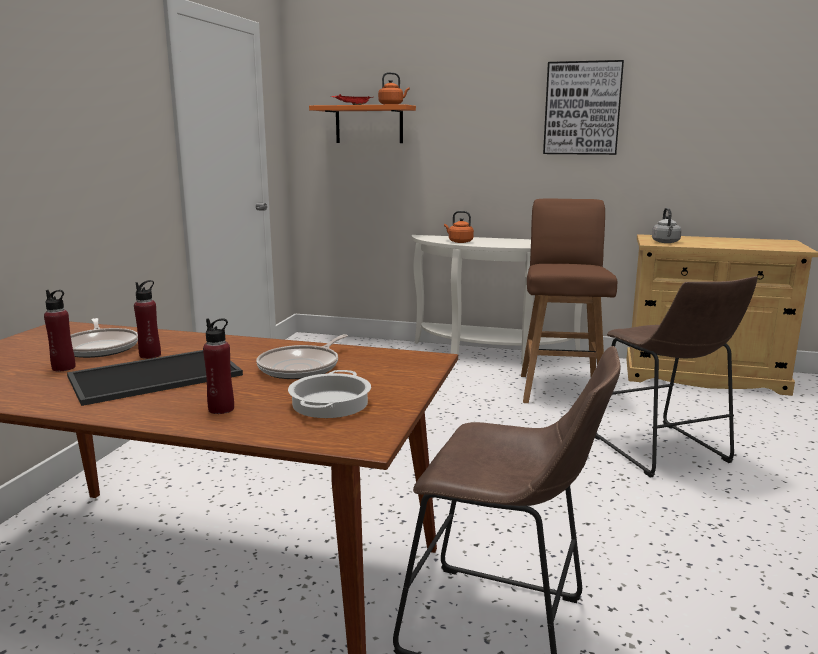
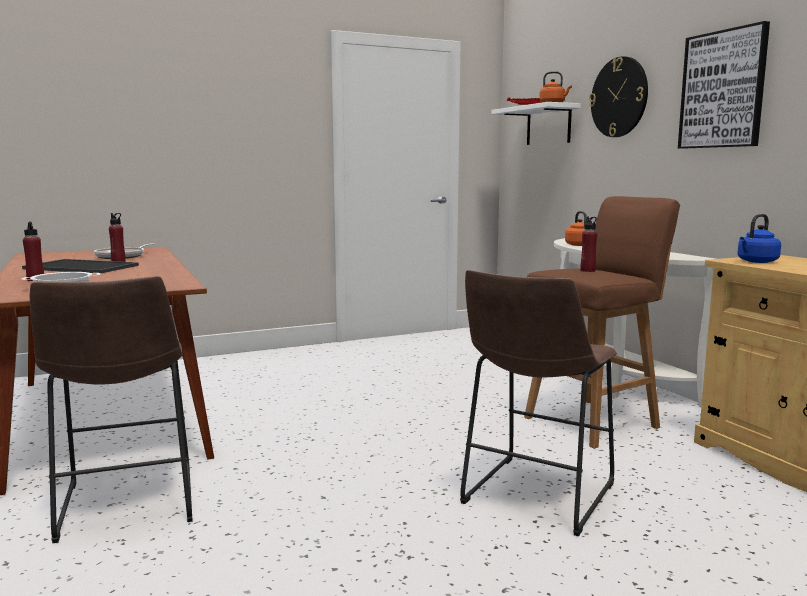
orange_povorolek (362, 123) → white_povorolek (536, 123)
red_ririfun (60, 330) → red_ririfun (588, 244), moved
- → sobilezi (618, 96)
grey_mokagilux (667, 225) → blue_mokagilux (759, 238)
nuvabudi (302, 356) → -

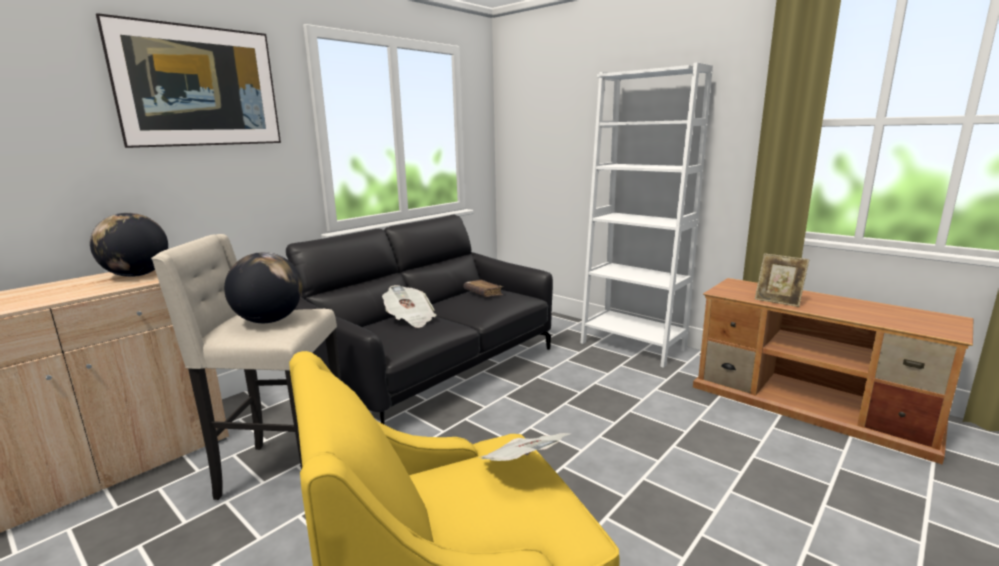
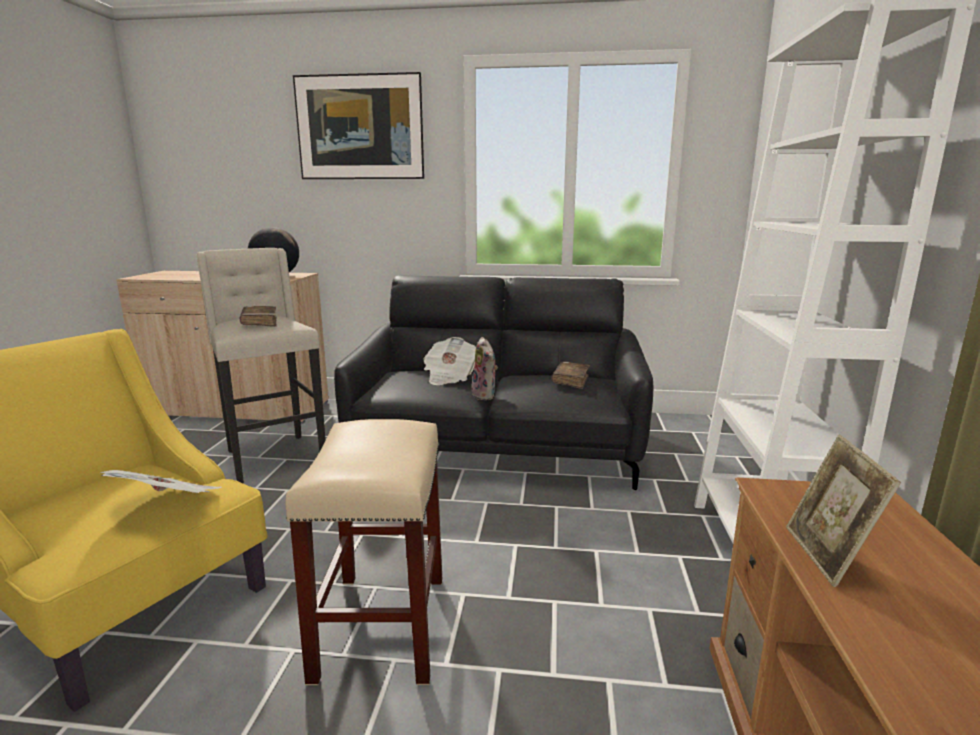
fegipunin (263, 287) → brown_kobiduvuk (258, 316)
- → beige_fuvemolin (363, 552)
- → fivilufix (484, 368)

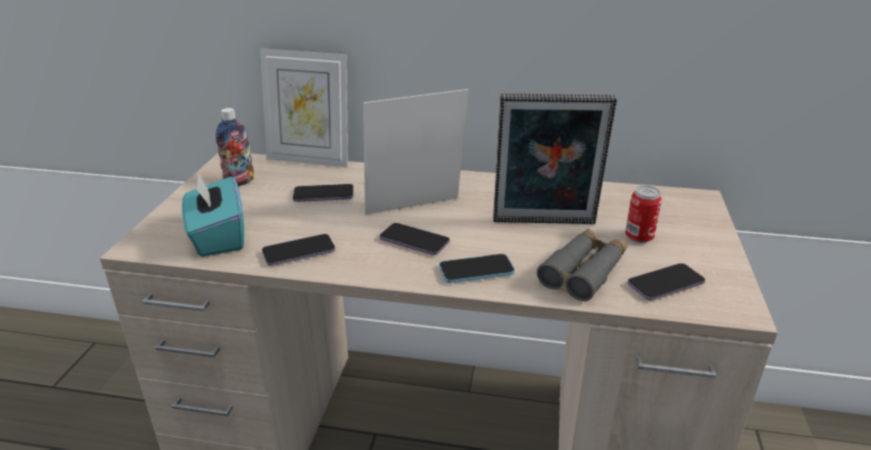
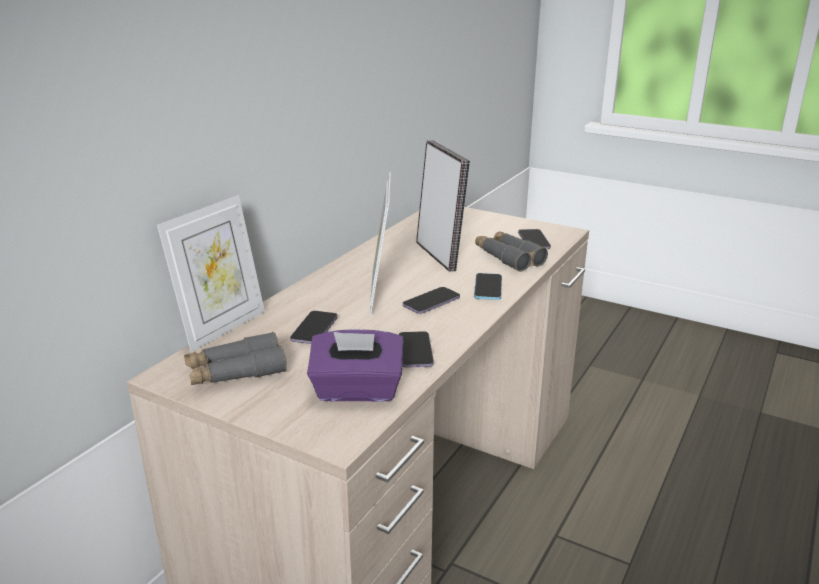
ririfun (235, 147) → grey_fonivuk (235, 358)
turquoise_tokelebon (213, 215) → purple_tokelebon (355, 365)
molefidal (555, 159) → molefidal (443, 206), 45 degrees counterclockwise
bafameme (643, 214) → -

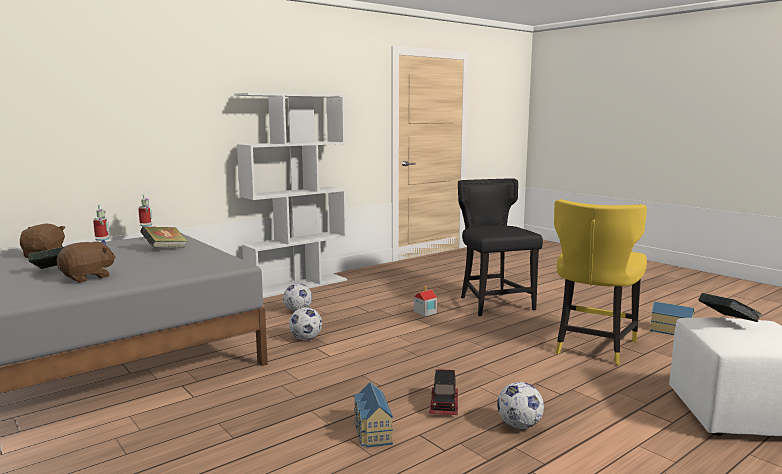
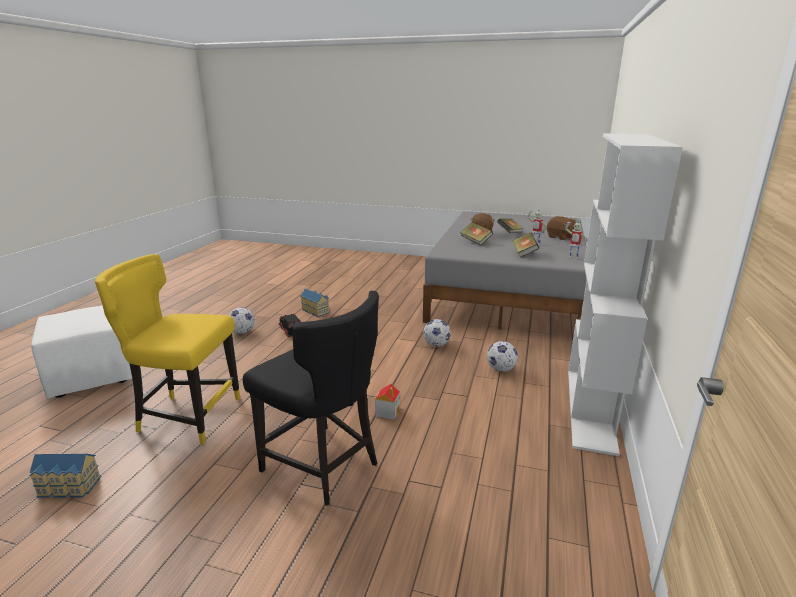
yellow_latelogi (600, 282) → yellow_latelogi (167, 349), 75 degrees counterclockwise
kobiduvuk (730, 307) → kobiduvuk (476, 234), moved

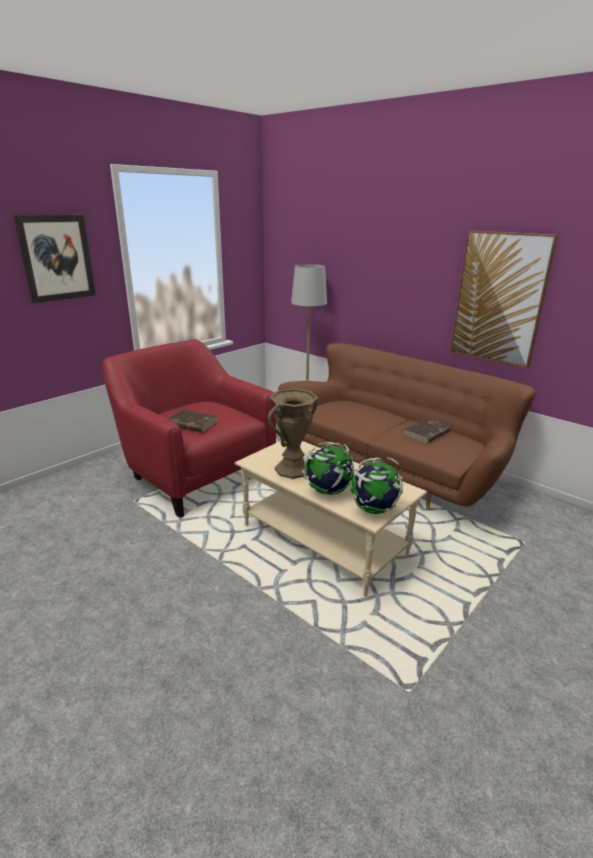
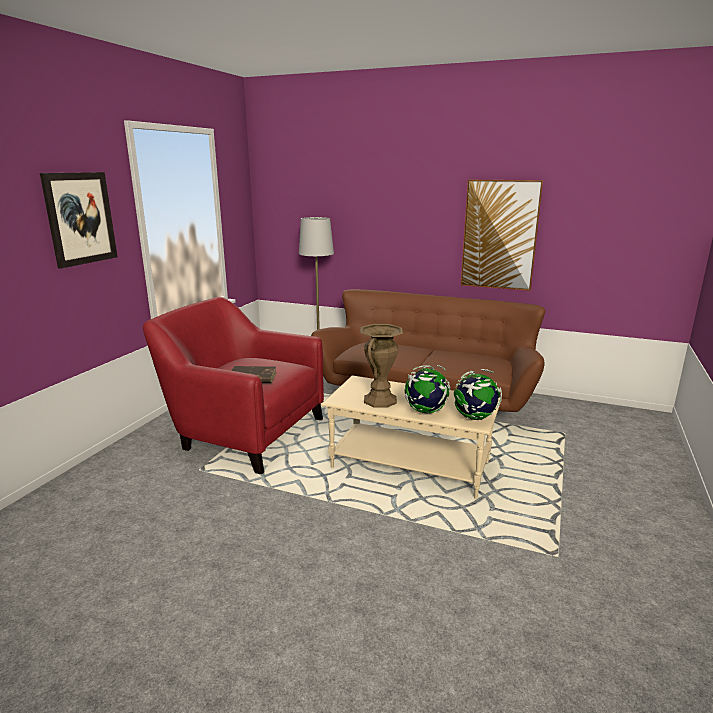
brown_kobiduvuk (427, 431) → -

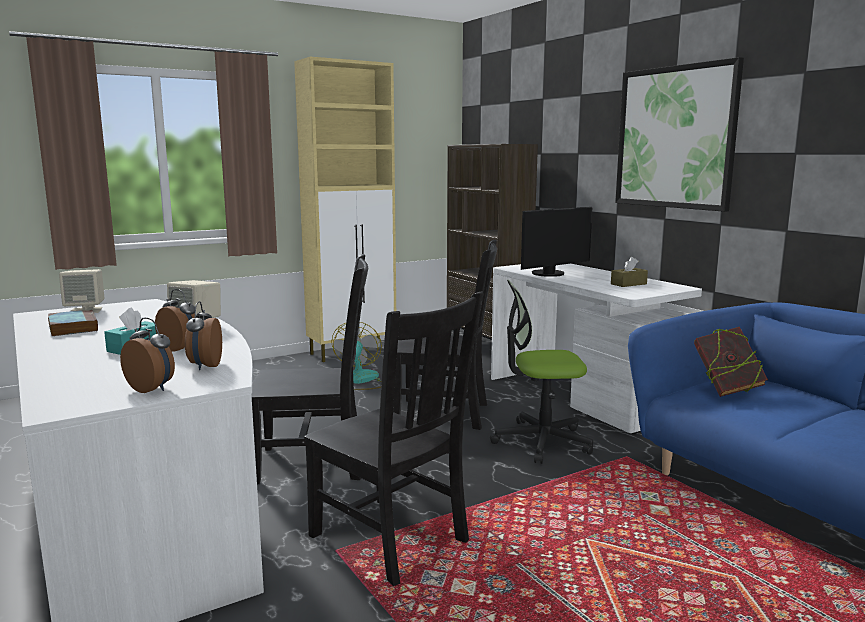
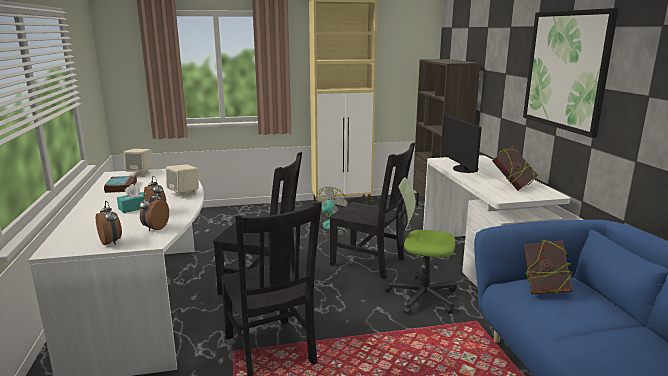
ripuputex (556, 242) → ripuputex (461, 144), 90 degrees clockwise
brown_tokelebon (629, 272) → kobiduvuk (515, 168)

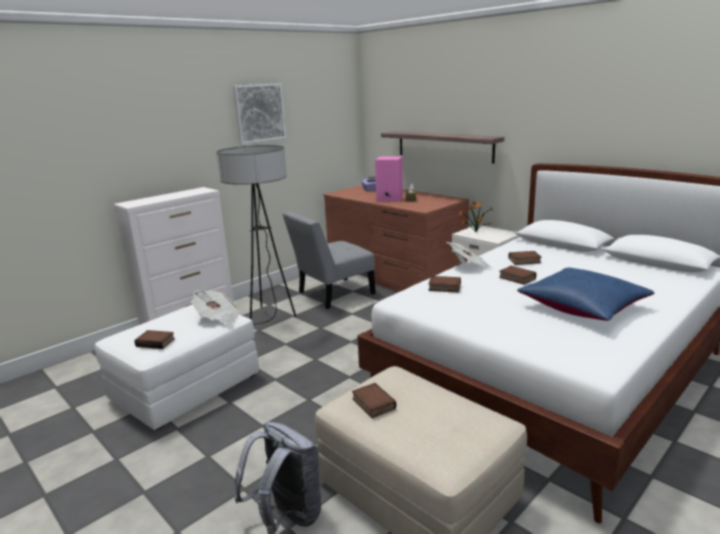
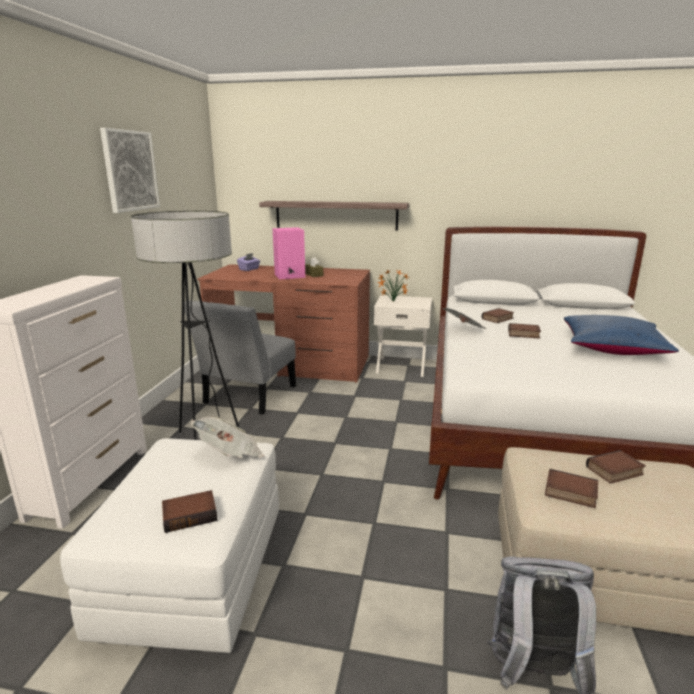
kobiduvuk (444, 284) → kobiduvuk (616, 467), moved

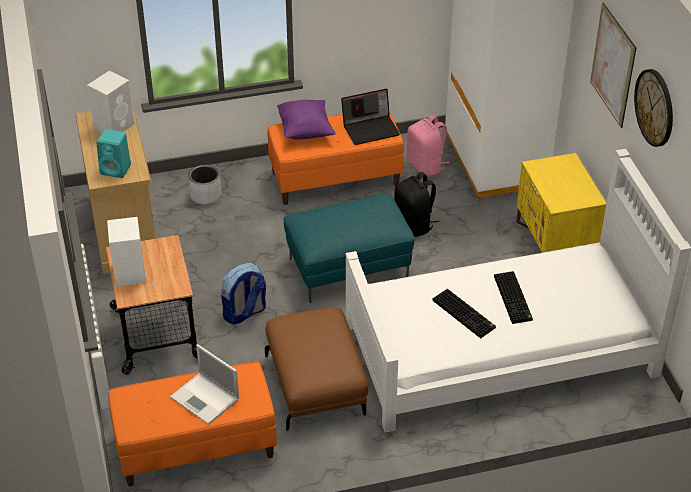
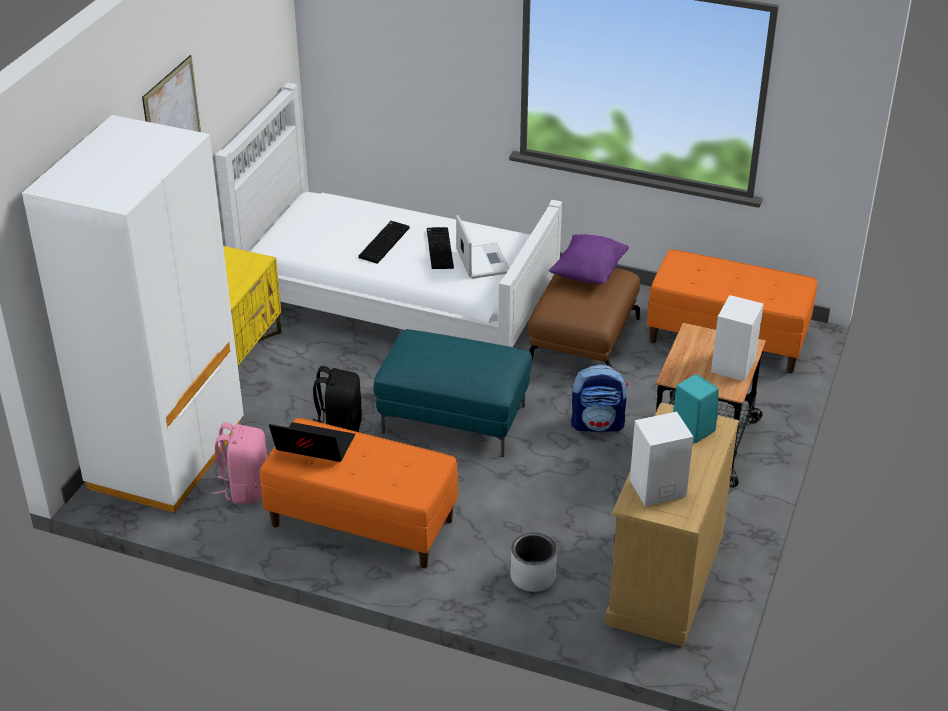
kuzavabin (204, 384) → kuzavabin (482, 247), moved
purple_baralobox (306, 120) → purple_baralobox (589, 259), moved
sobilezi (653, 108) → -

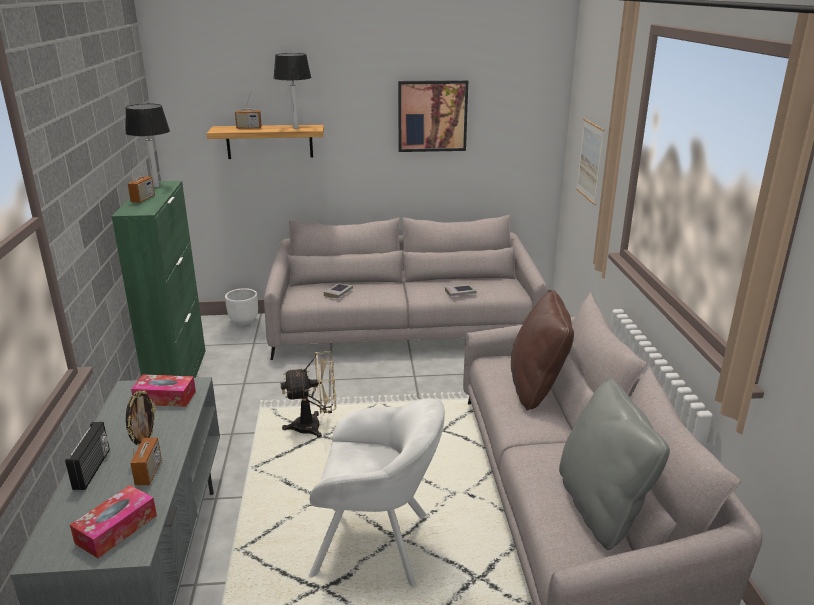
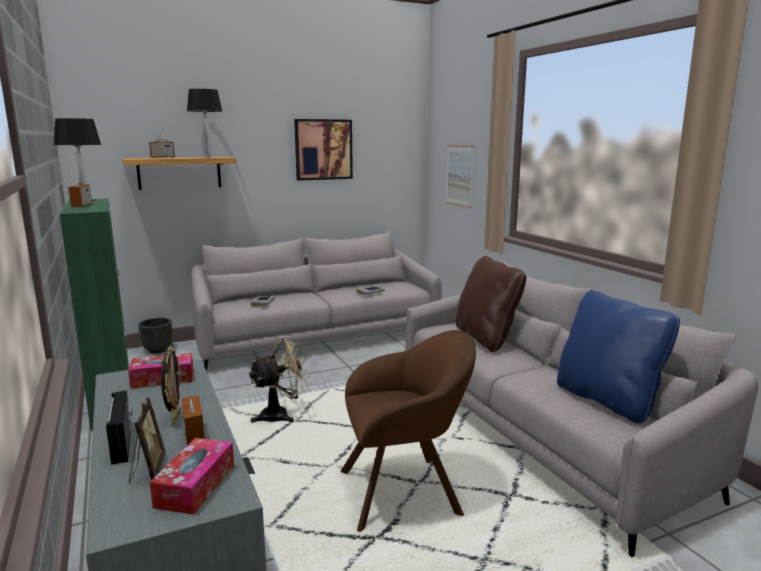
- → molefidal (147, 440)
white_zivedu (241, 307) → black_zivedu (155, 336)
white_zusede (377, 493) → brown_zusede (408, 431)
grey_baralobox (614, 464) → blue_baralobox (618, 357)

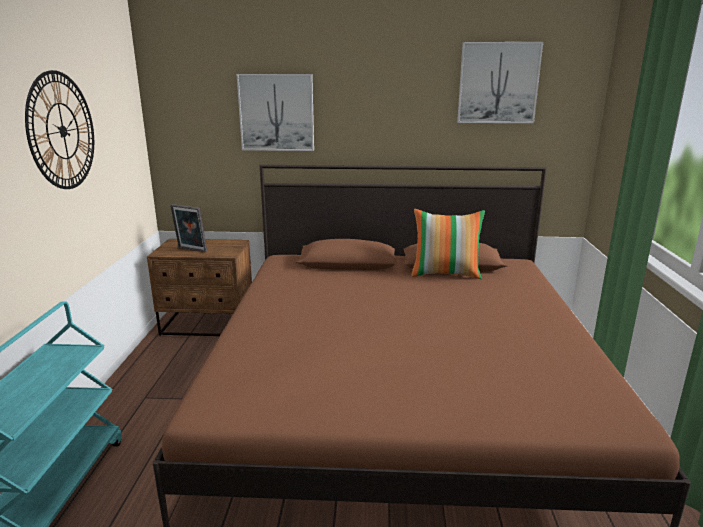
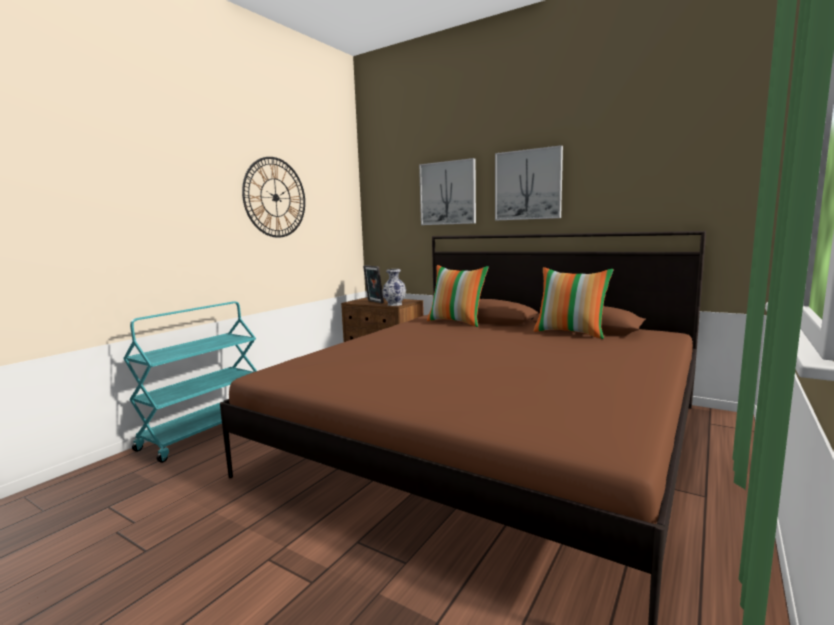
- → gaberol (394, 287)
- → baralobox (458, 296)
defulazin (500, 82) → defulazin (529, 183), moved

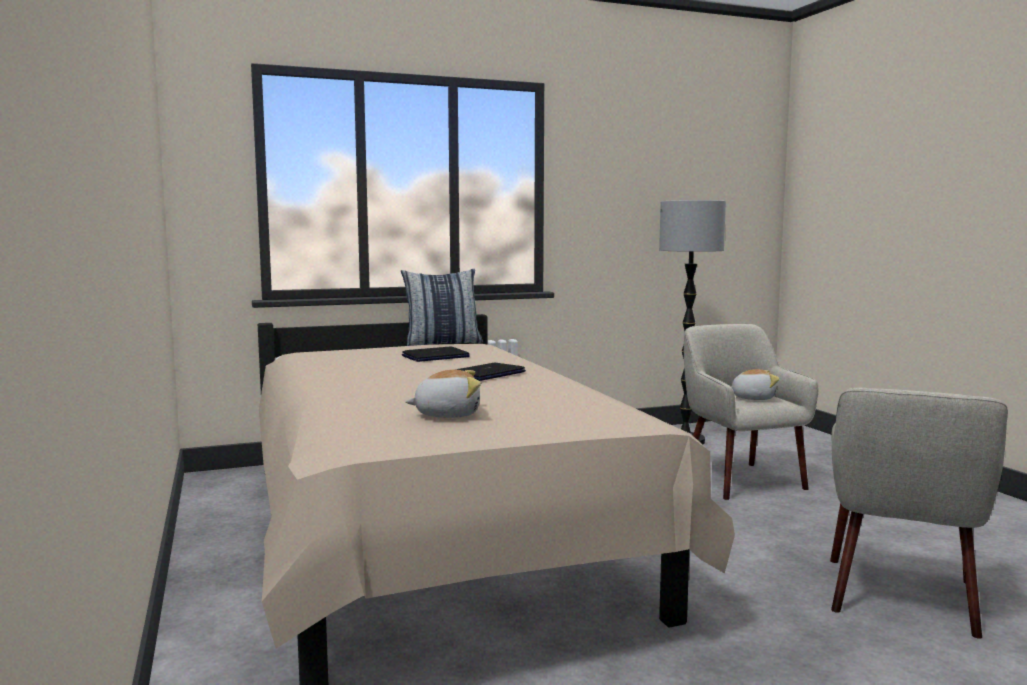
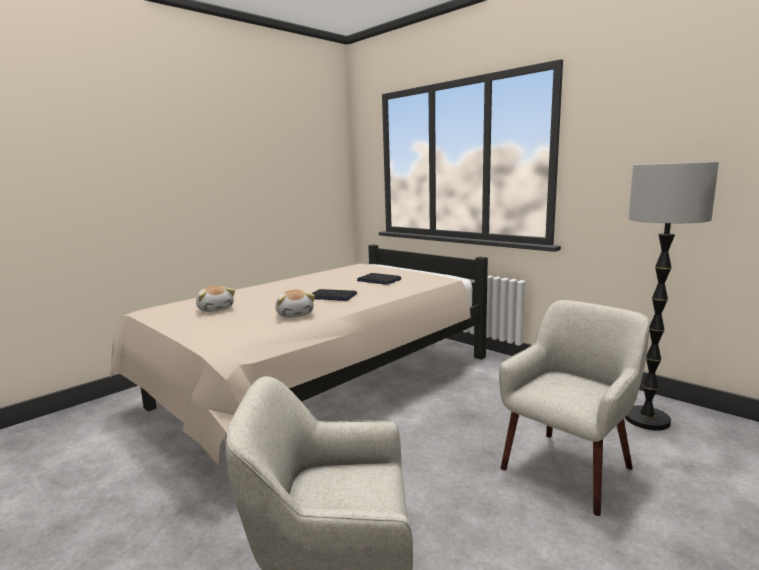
fivilufix (755, 384) → fivilufix (295, 304), moved
baralobox (442, 307) → -

